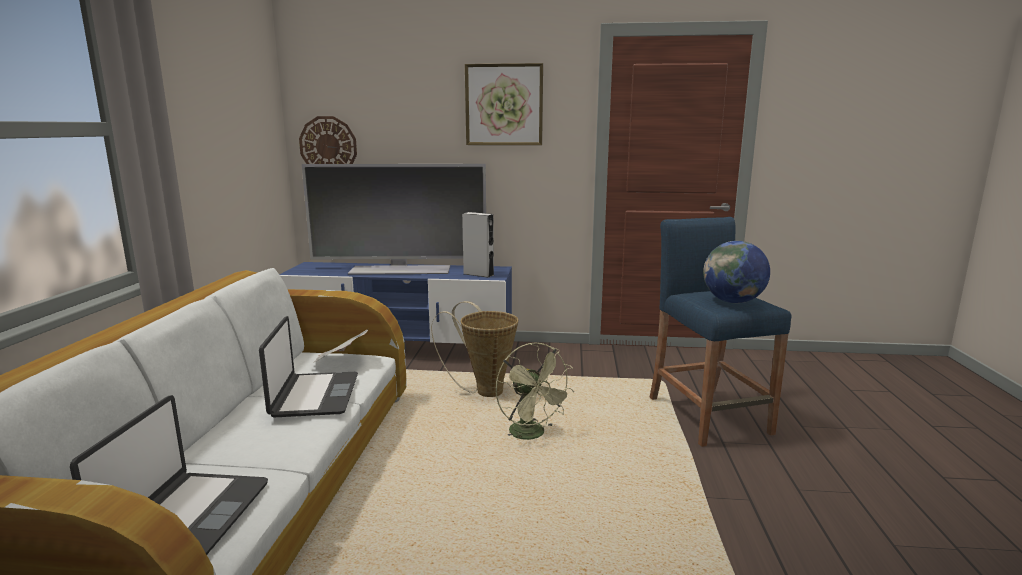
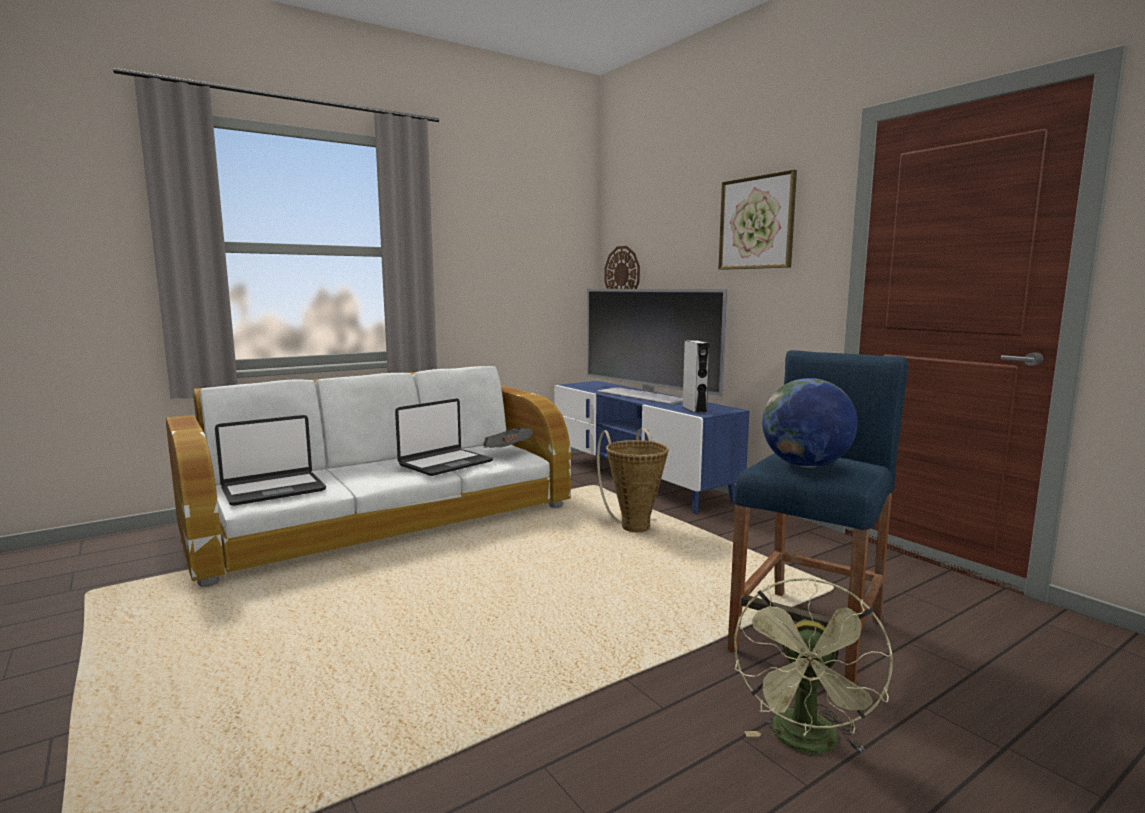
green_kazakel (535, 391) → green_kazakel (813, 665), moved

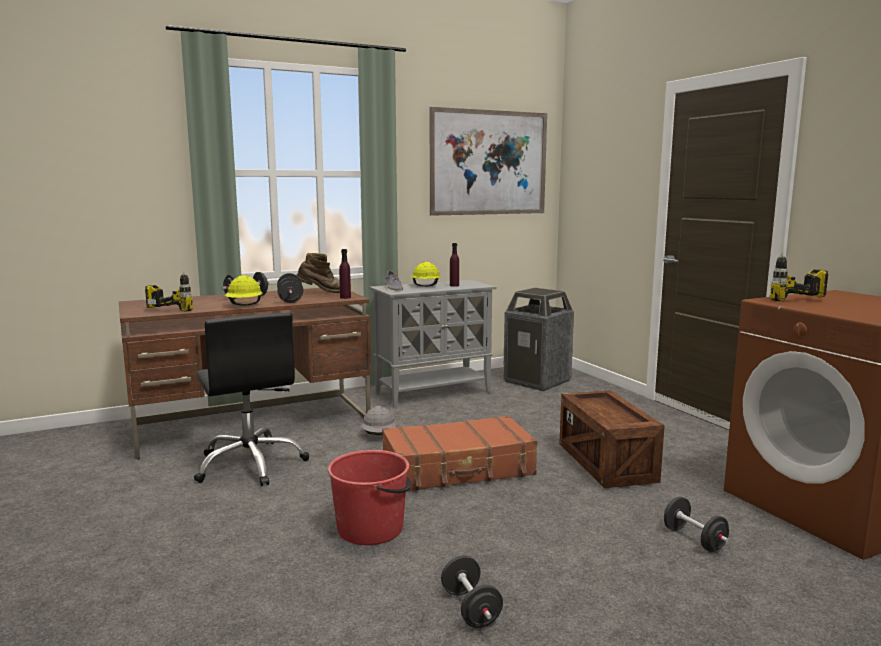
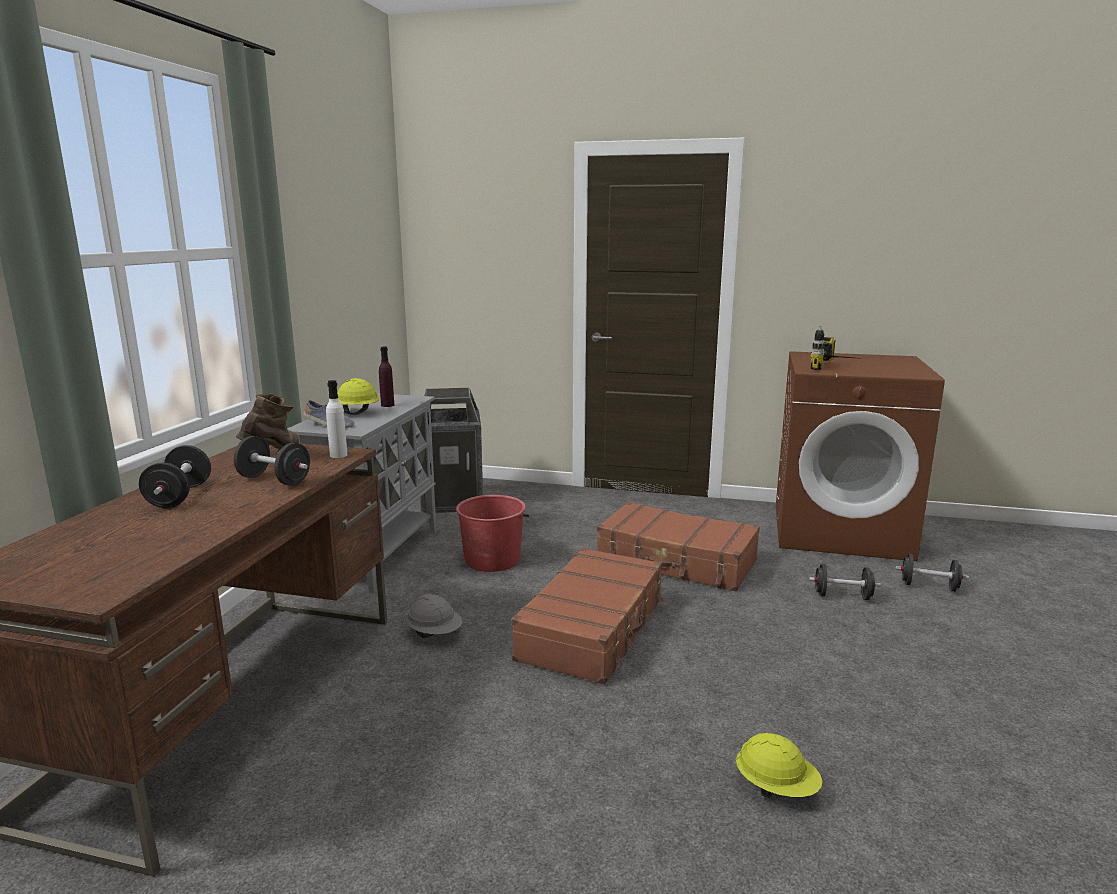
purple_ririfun (345, 274) → white_ririfun (336, 419)
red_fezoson (369, 497) → red_fezoson (492, 533), moved
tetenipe (612, 439) → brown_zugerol (678, 546)
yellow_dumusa (243, 290) → yellow_dumusa (779, 765), moved
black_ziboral (472, 591) → black_ziboral (932, 573), moved
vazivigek (169, 291) → -
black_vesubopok (251, 399) → -
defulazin (488, 161) → -

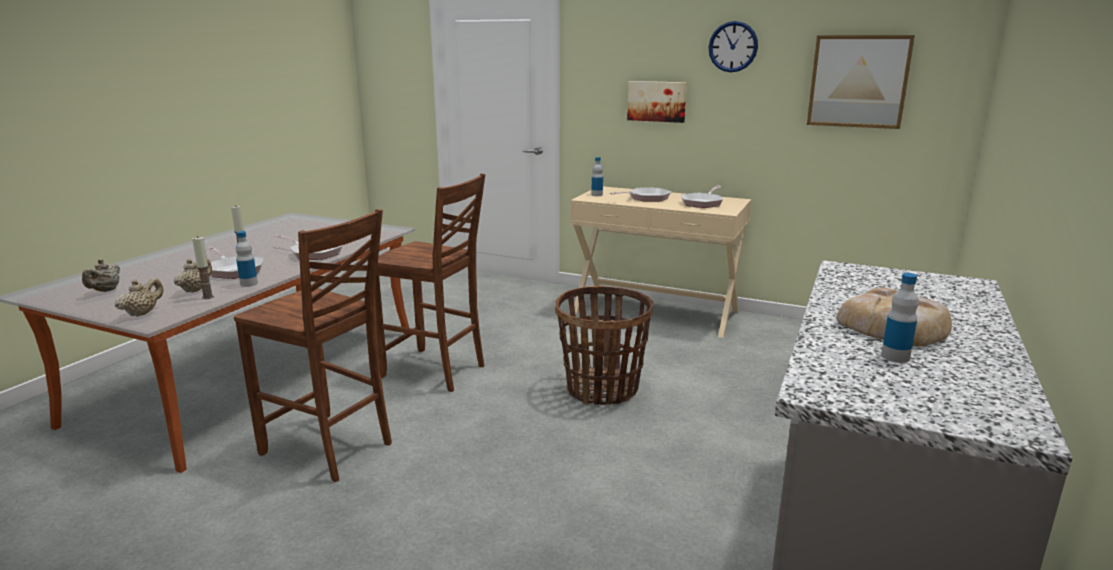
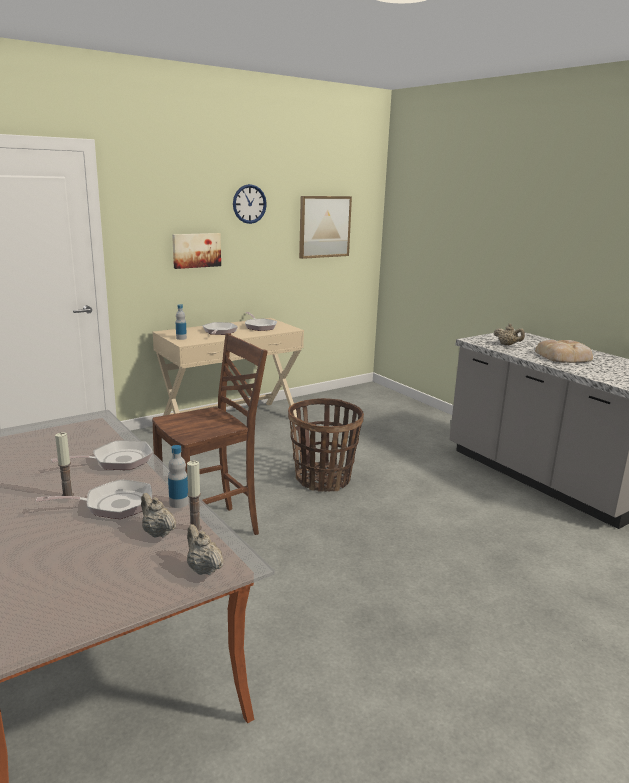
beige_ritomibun (101, 275) → beige_ritomibun (509, 334), moved
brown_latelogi (313, 345) → -
ririfun (900, 318) → -

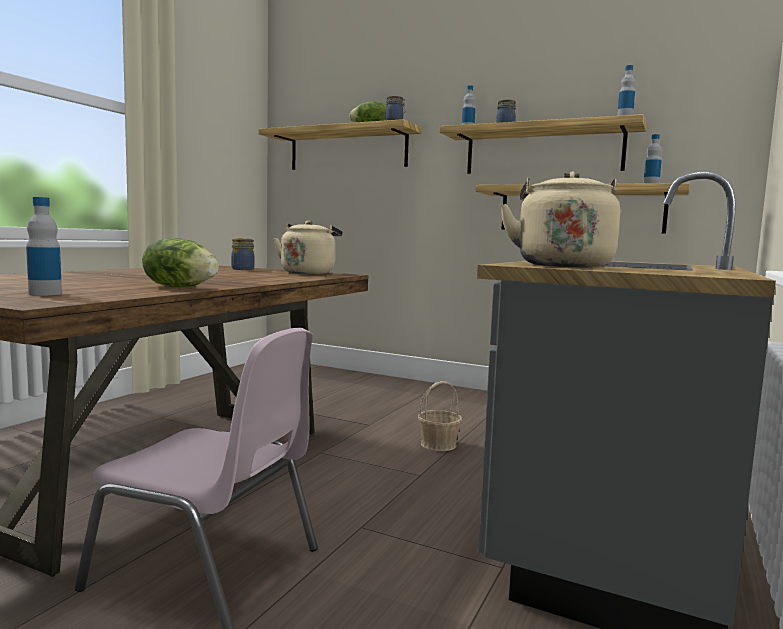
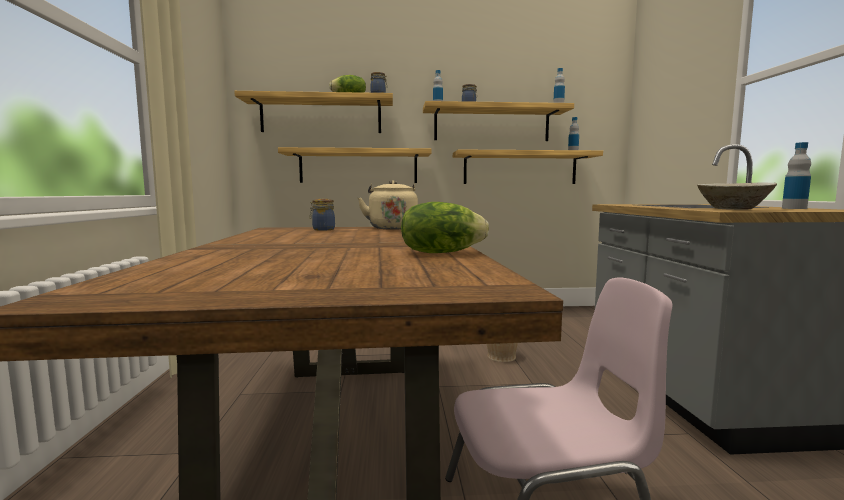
- → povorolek (355, 165)
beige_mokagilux (560, 219) → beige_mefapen (737, 196)
ririfun (44, 246) → ririfun (796, 175), moved

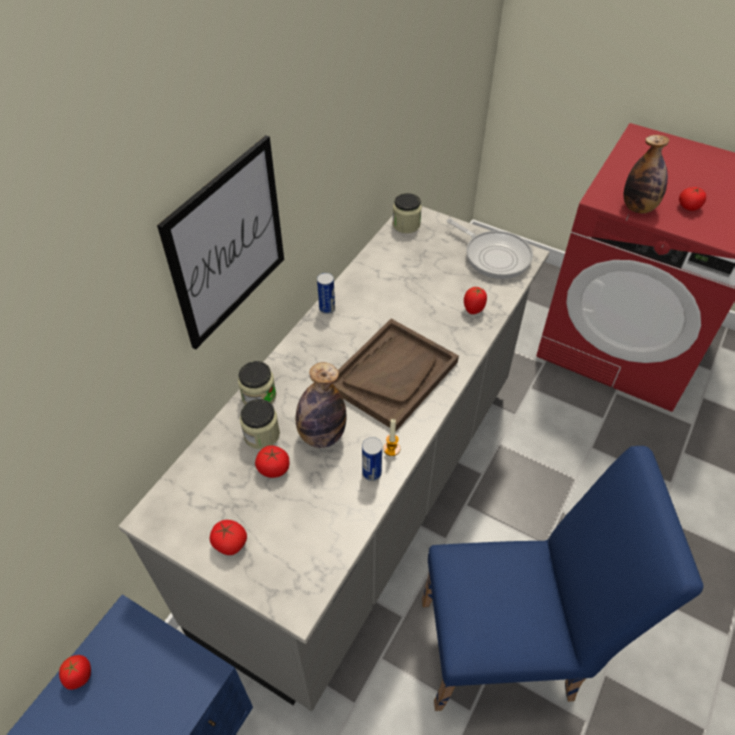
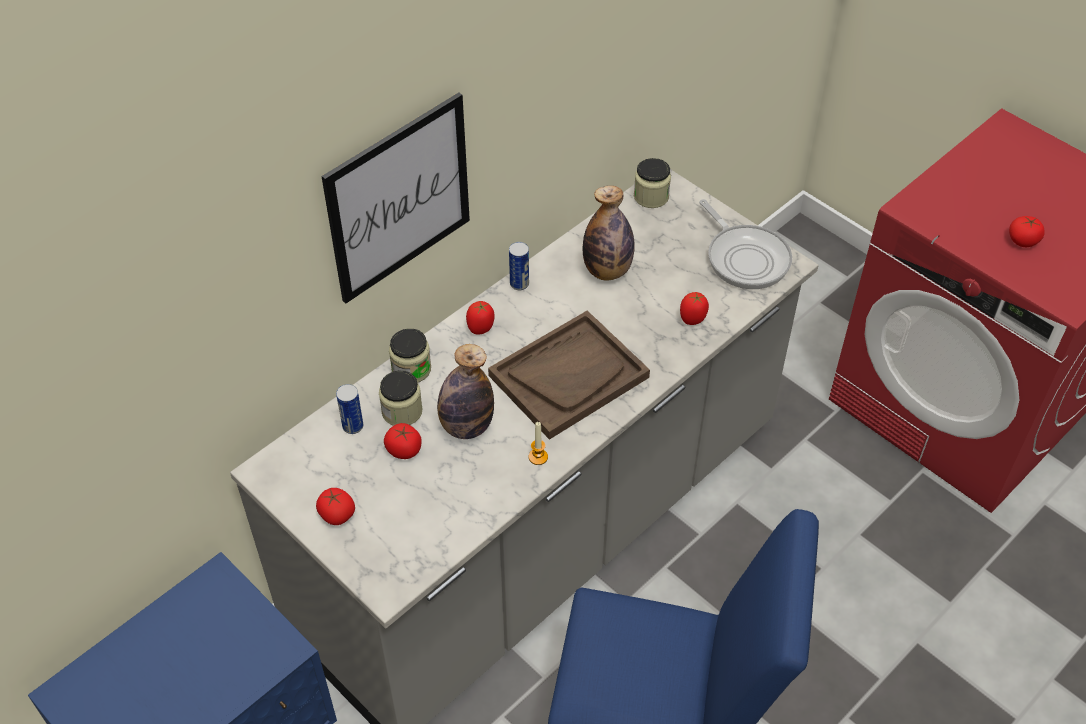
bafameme (372, 459) → bafameme (350, 409), moved
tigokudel (75, 672) → tigokudel (480, 317), moved
ririfun (646, 174) → ririfun (609, 233), moved

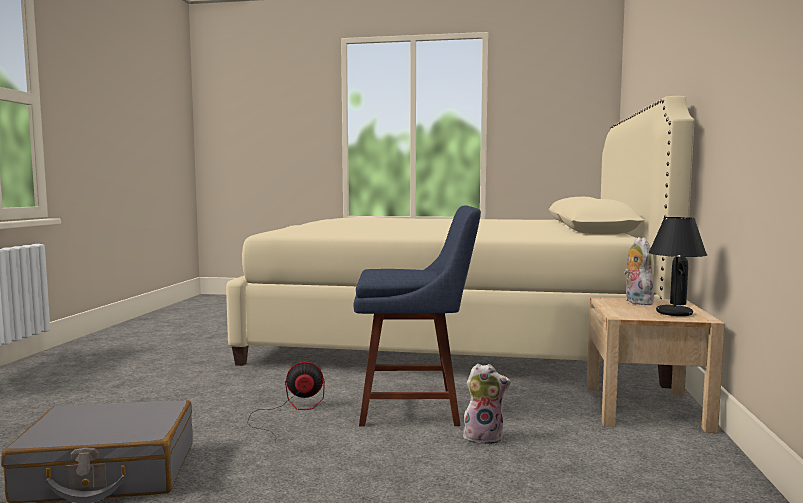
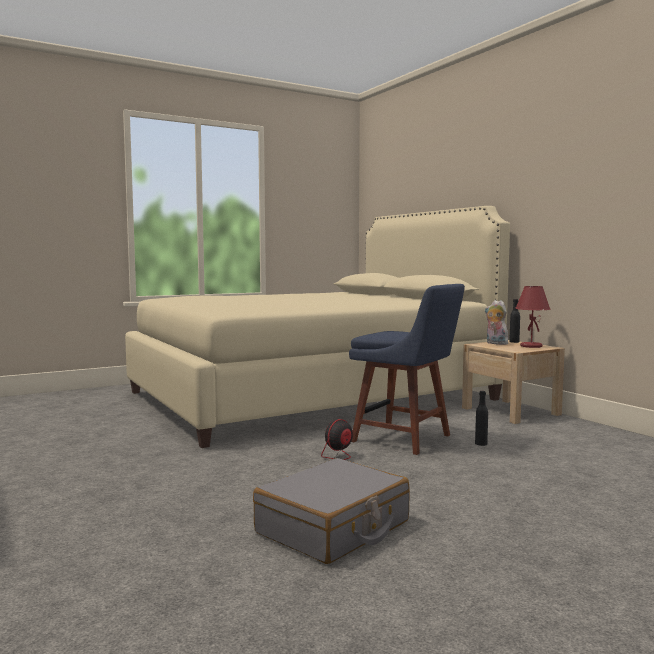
blue_latelogi (417, 316) → blue_latelogi (407, 369), 75 degrees clockwise
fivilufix (487, 404) → black_ririfun (481, 418)
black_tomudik (678, 266) → red_tomudik (533, 317)

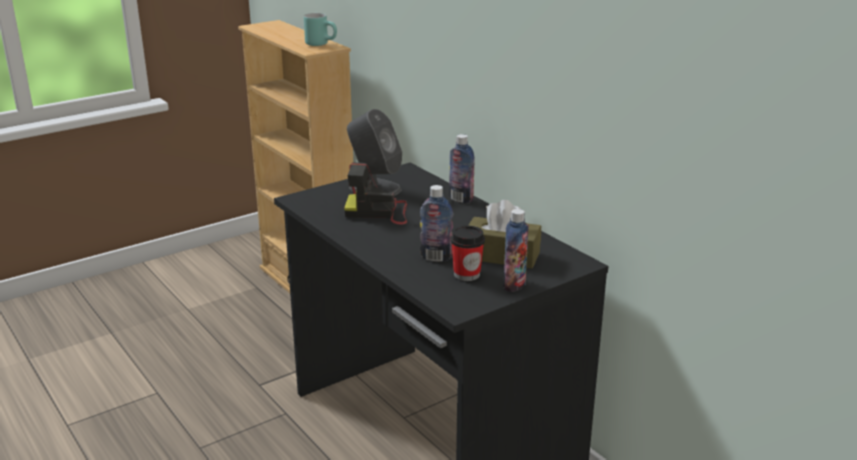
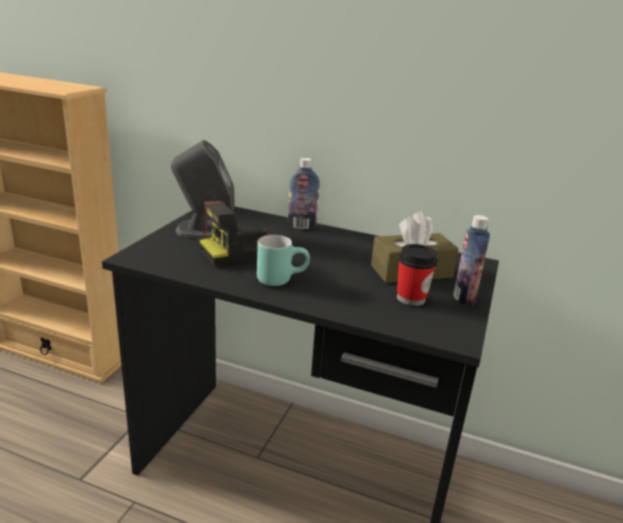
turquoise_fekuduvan (320, 29) → turquoise_fekuduvan (283, 260), moved
ririfun (436, 223) → -

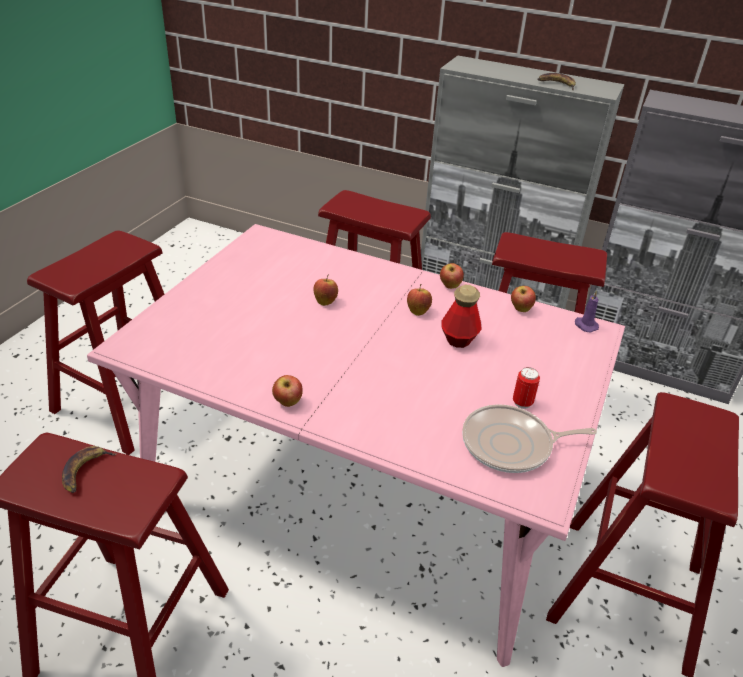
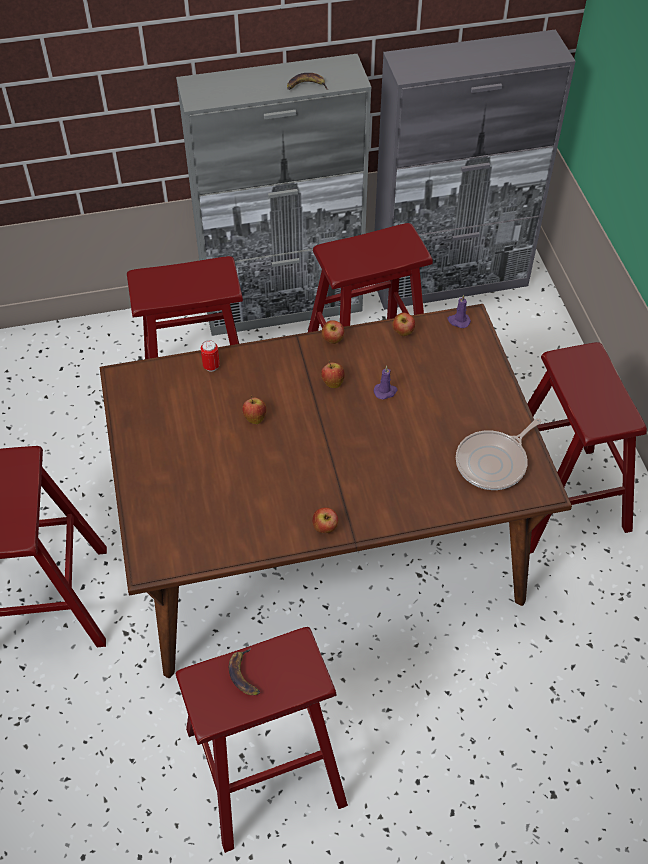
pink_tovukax (356, 445) → brown_tovukax (336, 491)
bafameme (526, 388) → bafameme (210, 356), moved
ririfun (462, 316) → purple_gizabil (385, 383)

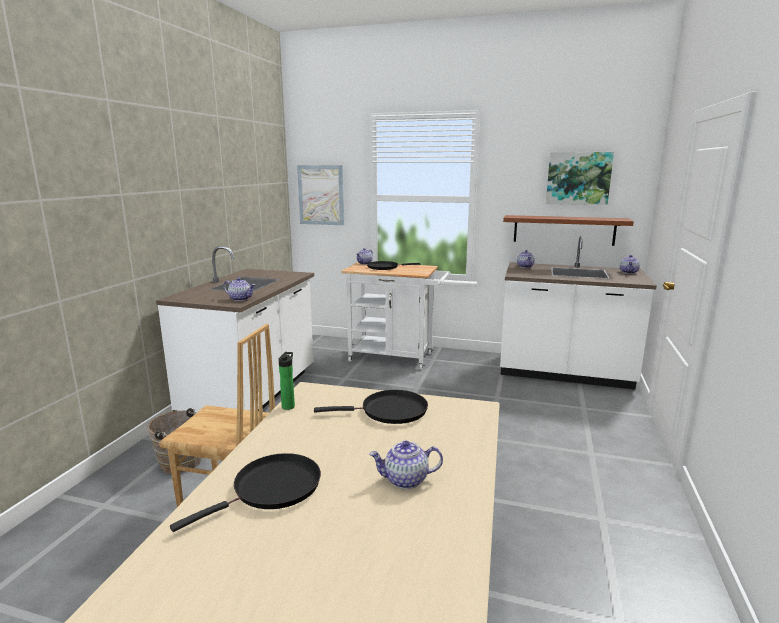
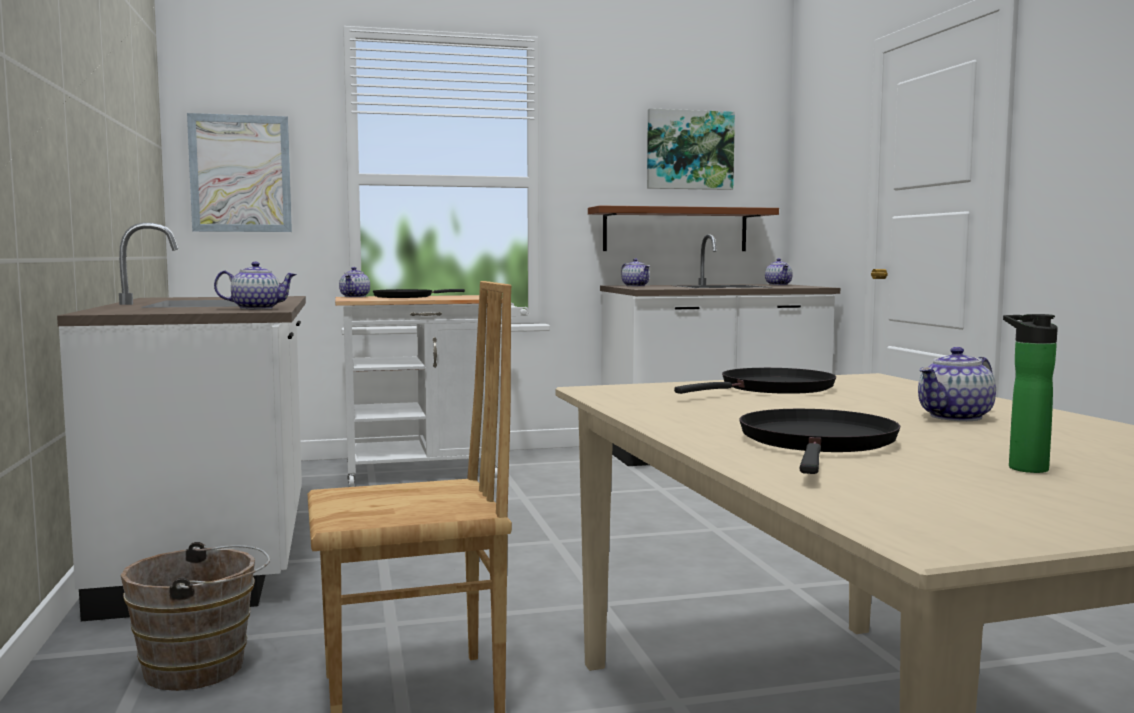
ririfun (287, 381) → ririfun (1030, 393), moved

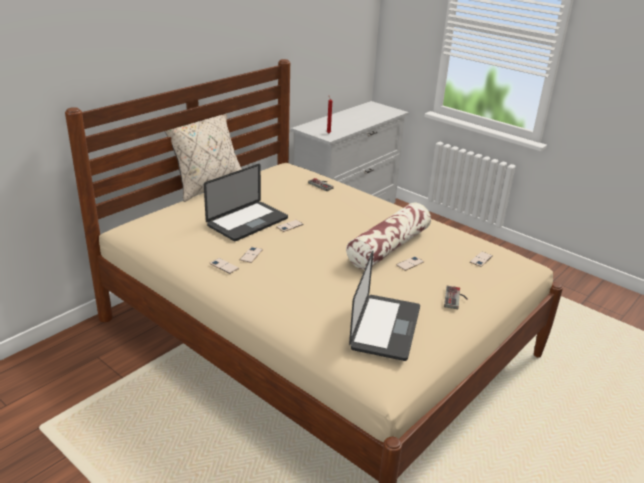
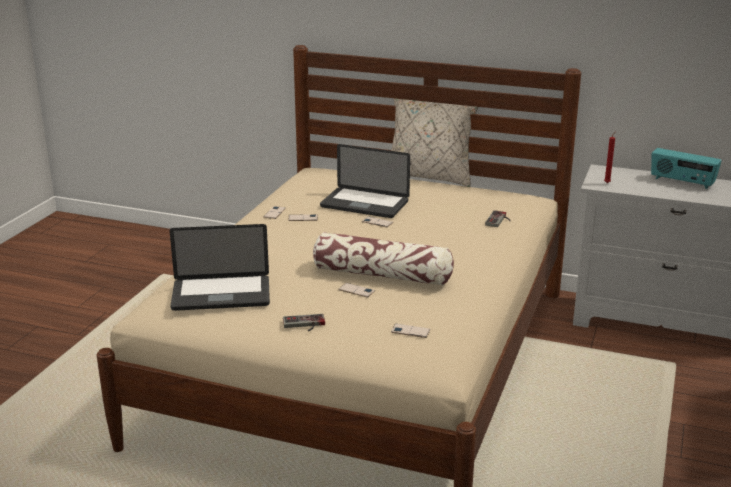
- → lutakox (686, 168)

